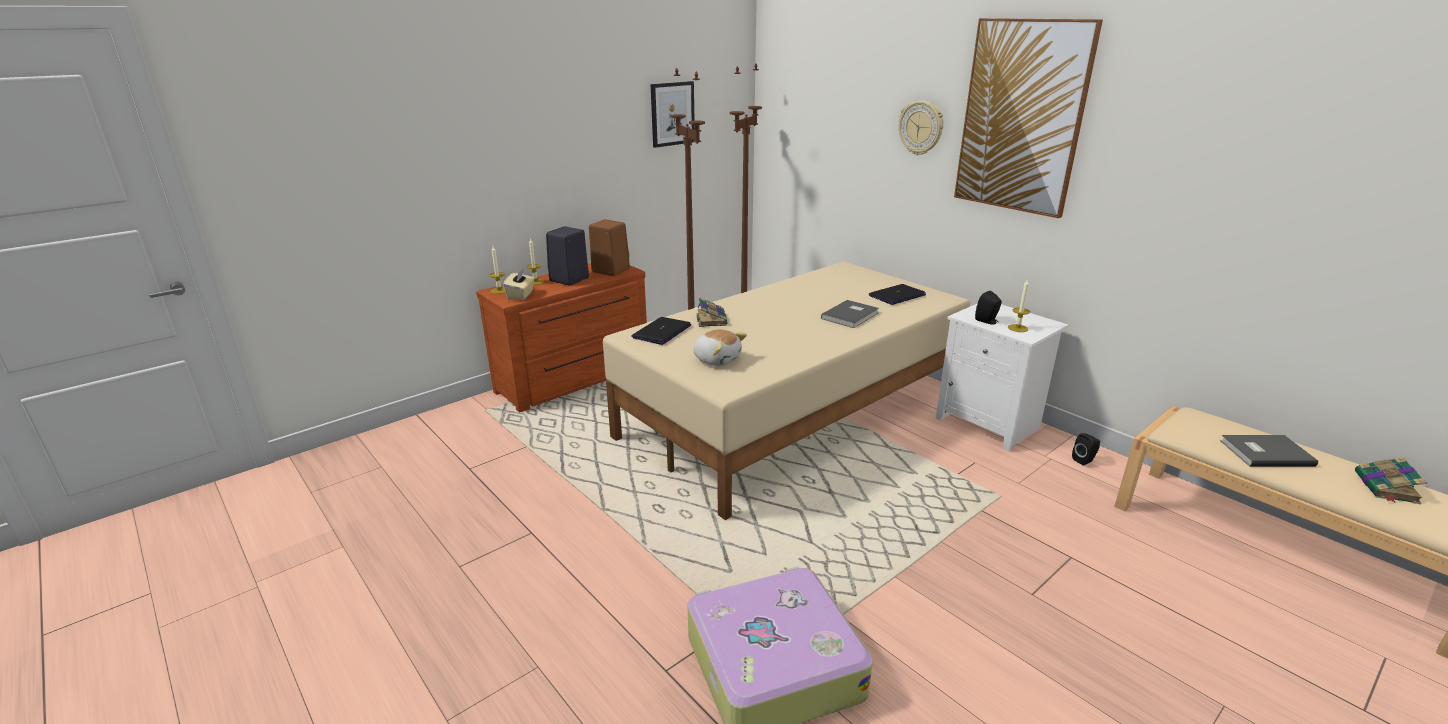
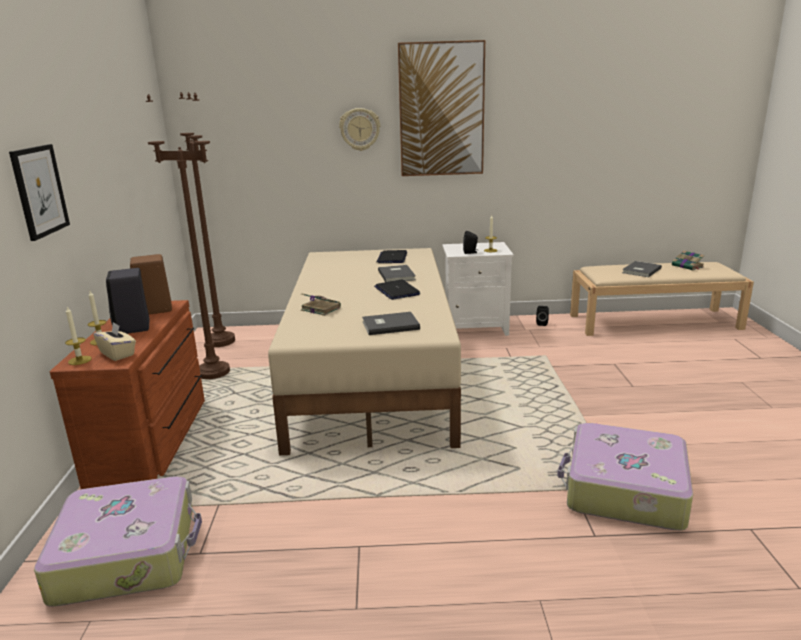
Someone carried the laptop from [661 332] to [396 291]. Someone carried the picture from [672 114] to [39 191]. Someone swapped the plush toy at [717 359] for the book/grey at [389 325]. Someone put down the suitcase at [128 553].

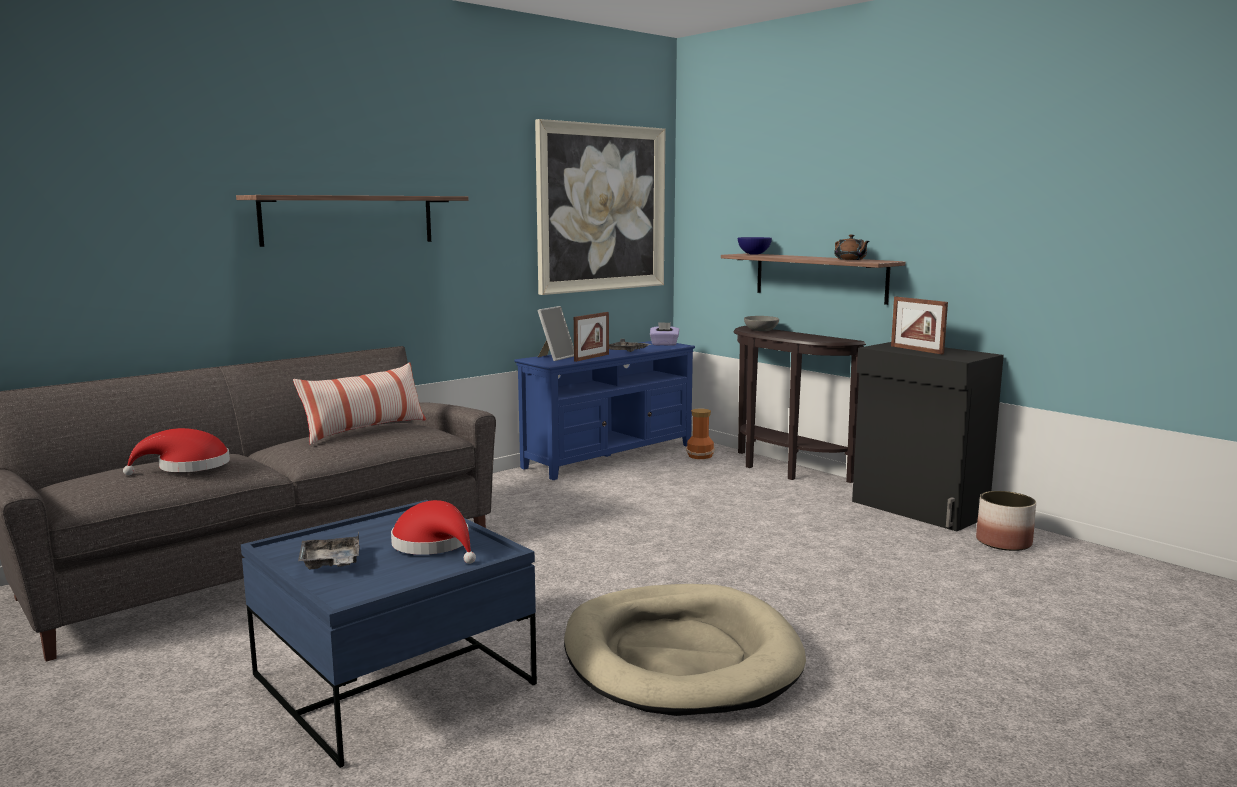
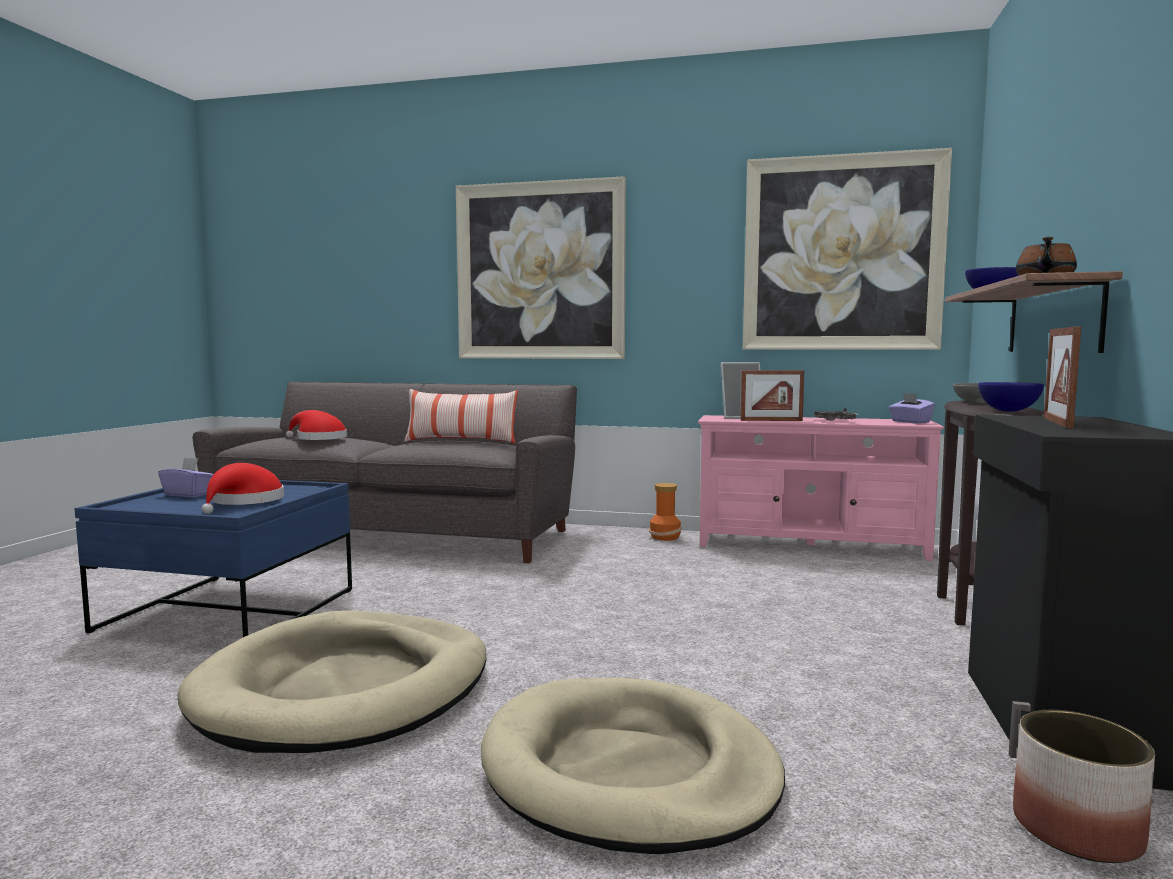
Someone swapped the shelf at [349 220] for the picture at [540 271]. Someone swapped the tray/grey at [331 563] for the tissue box/purple at [189 494]. Someone repainted the tv stand/blue at [609 457], which became the tv stand/pink at [810 546]. Someone carried the vase from [700 456] to [665 537]. Someone put down the dog bed/beige at [628 771]. Someone put down the bowl/blue at [1008 411].

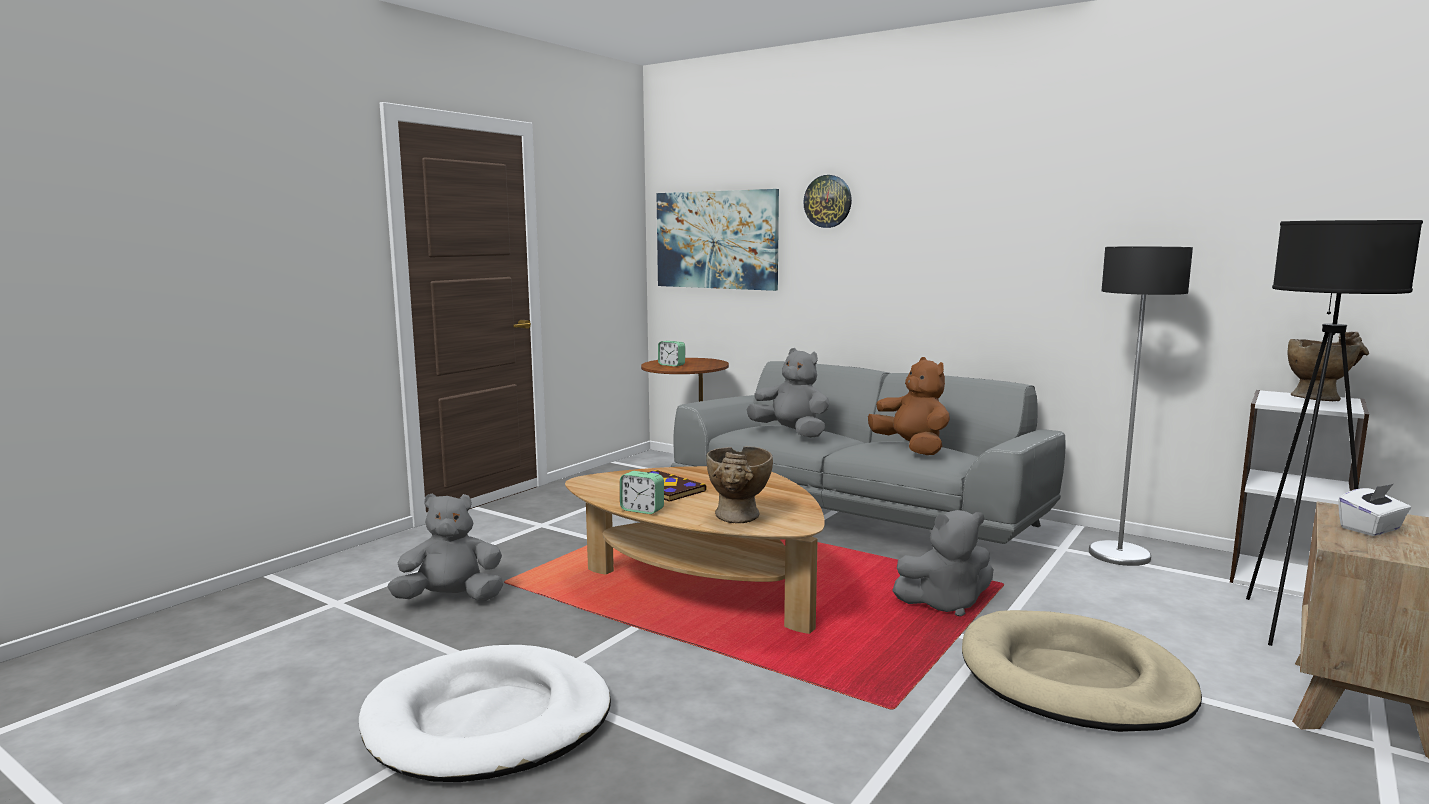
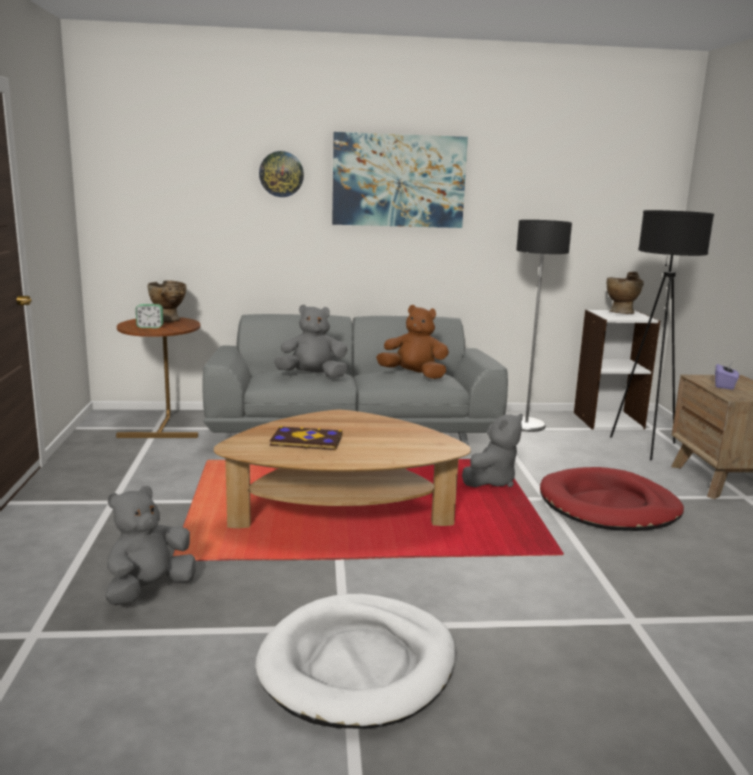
Someone took away the alarm clock at [642 510]. Someone carried the picture from [716 240] to [398 181]. Someone carried the vase/beige from [738 518] to [169 320]. Someone repainted the dog bed/beige at [1073 679], which became the dog bed/red at [609 506]. Someone repainted the tissue box/white at [1371 529], which became the tissue box/purple at [724 385].

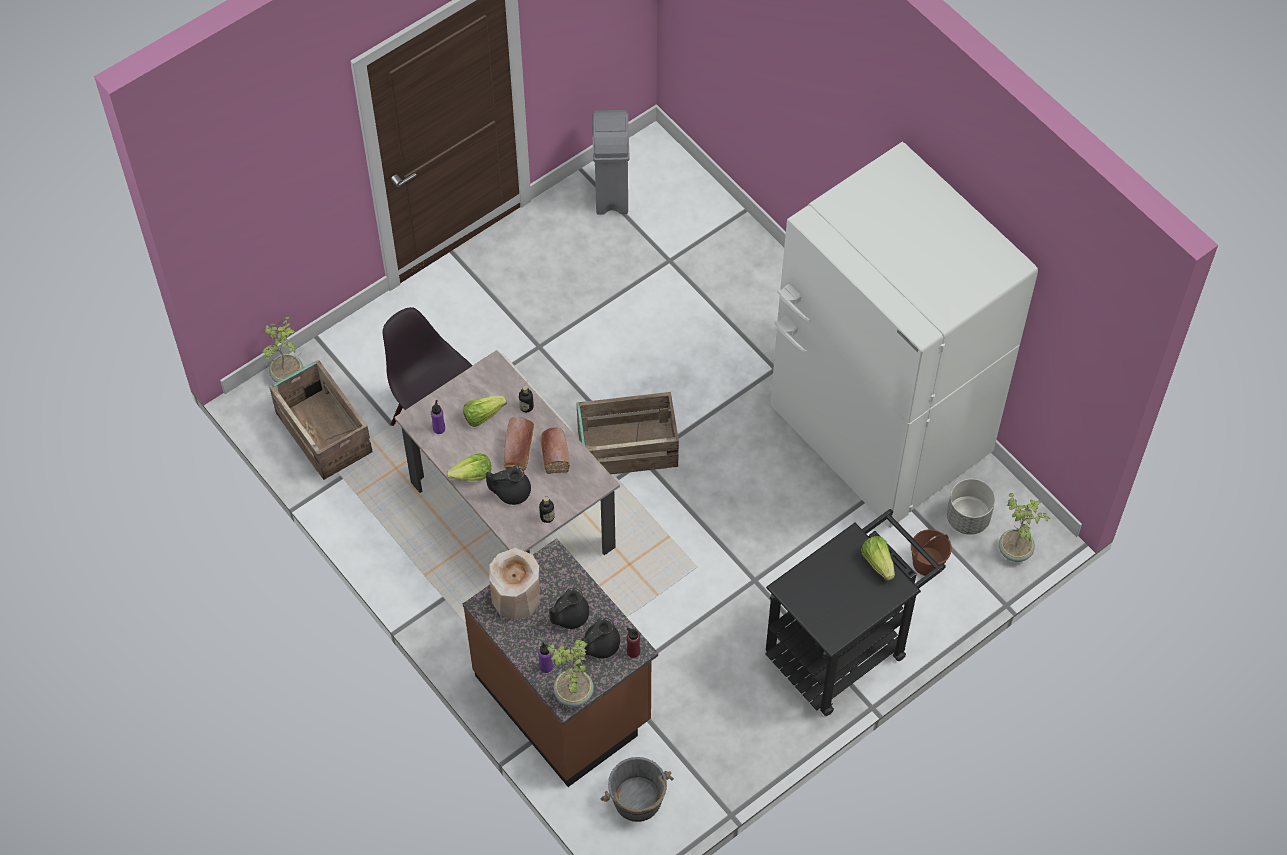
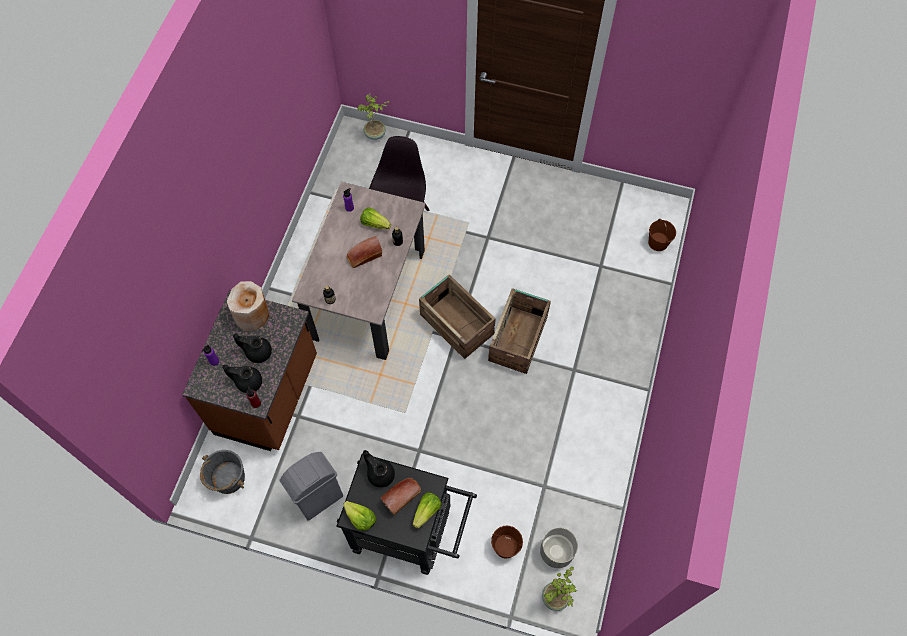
Someone carried the crate from [323 431] to [518 338]. Someone carried the lettuce from [472 475] to [360 518]. Someone carried the teapot/black from [511 492] to [380 474]. Someone carried the bread from [554 453] to [402 496]. Someone took away the potted plant at [572 693]. Someone carried the trash can/grey from [611 194] to [318 498]. Someone took away the fridge/white at [879 434]. Someone put down the bucket/brown at [658 243].

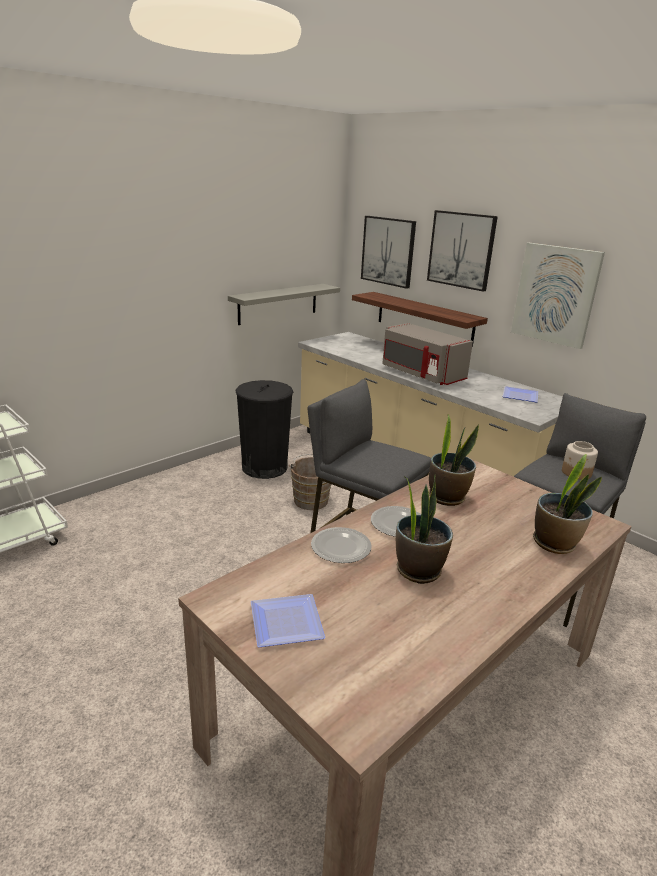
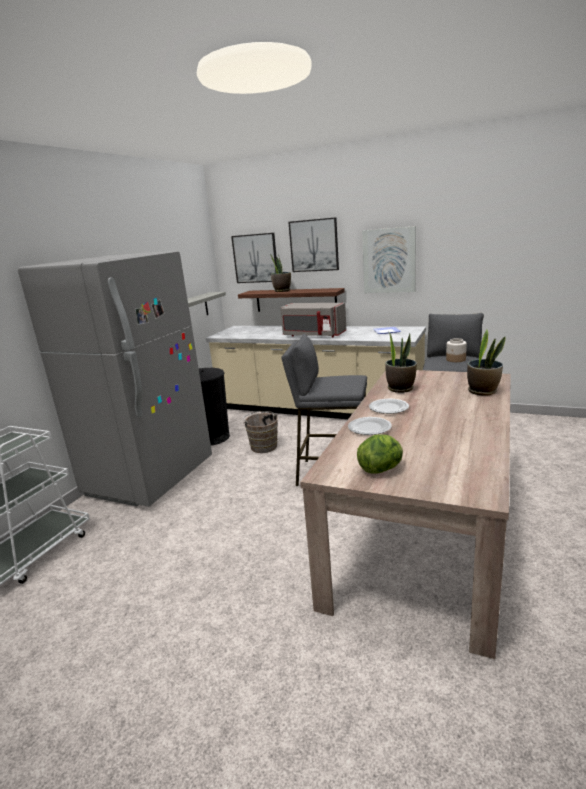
Someone swapped the plate at [283 621] for the lettuce at [381 469]. Someone carried the potted plant from [418 570] to [282 291]. Someone put down the fridge/grey at [150 477].

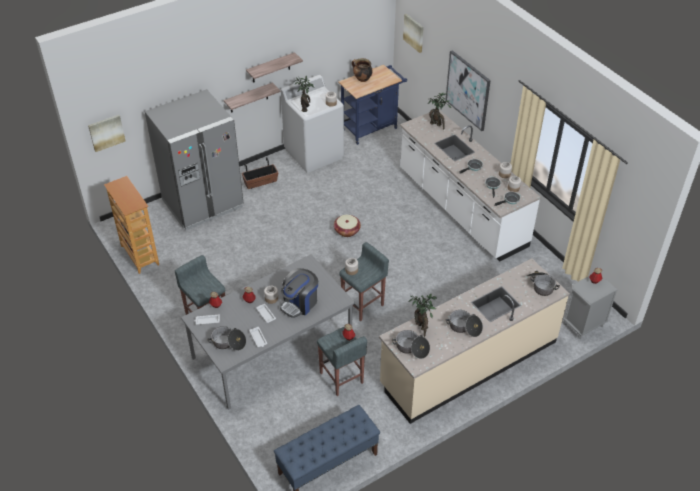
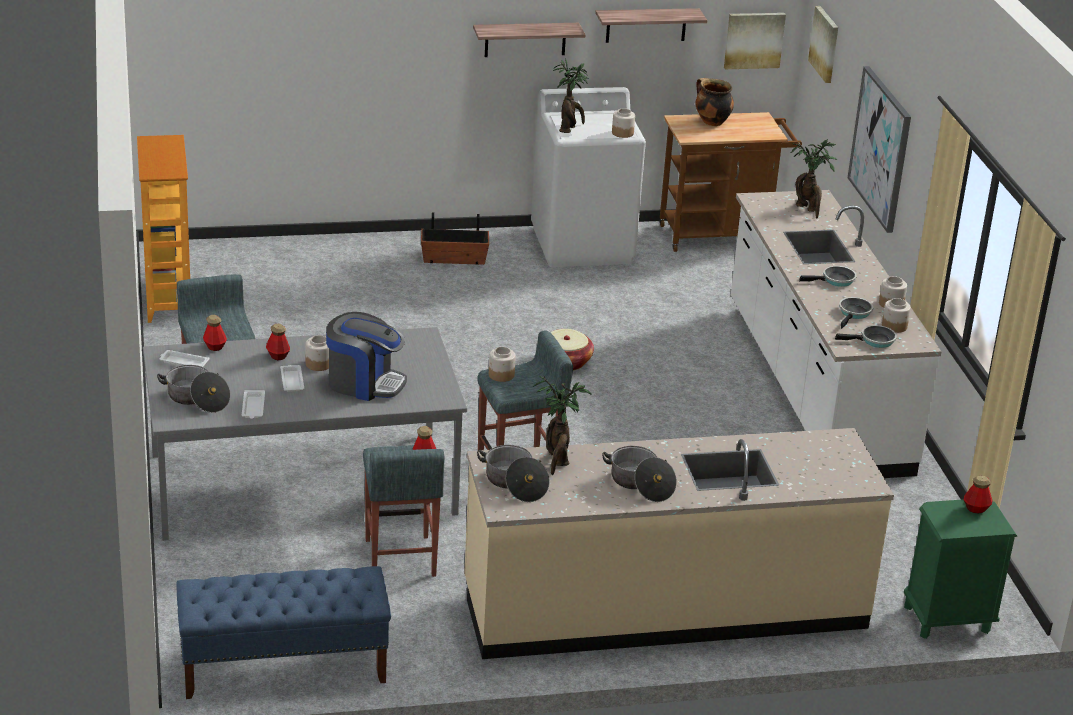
Someone carried the picture from [106 132] to [753 40]. Someone took away the fridge/grey at [203 204]. Someone carried the shelf from [248 98] to [646 25]. Someone rotated the coffee machine at [299 303] by 135 degrees counterclockwise. Someone repainted the cart/blue at [372 127], which became the cart/brown at [721 236]. Someone took away the cooking pot at [540 286]. Someone repainted the nightstand/grey at [583 325], which became the nightstand/green at [947 620].

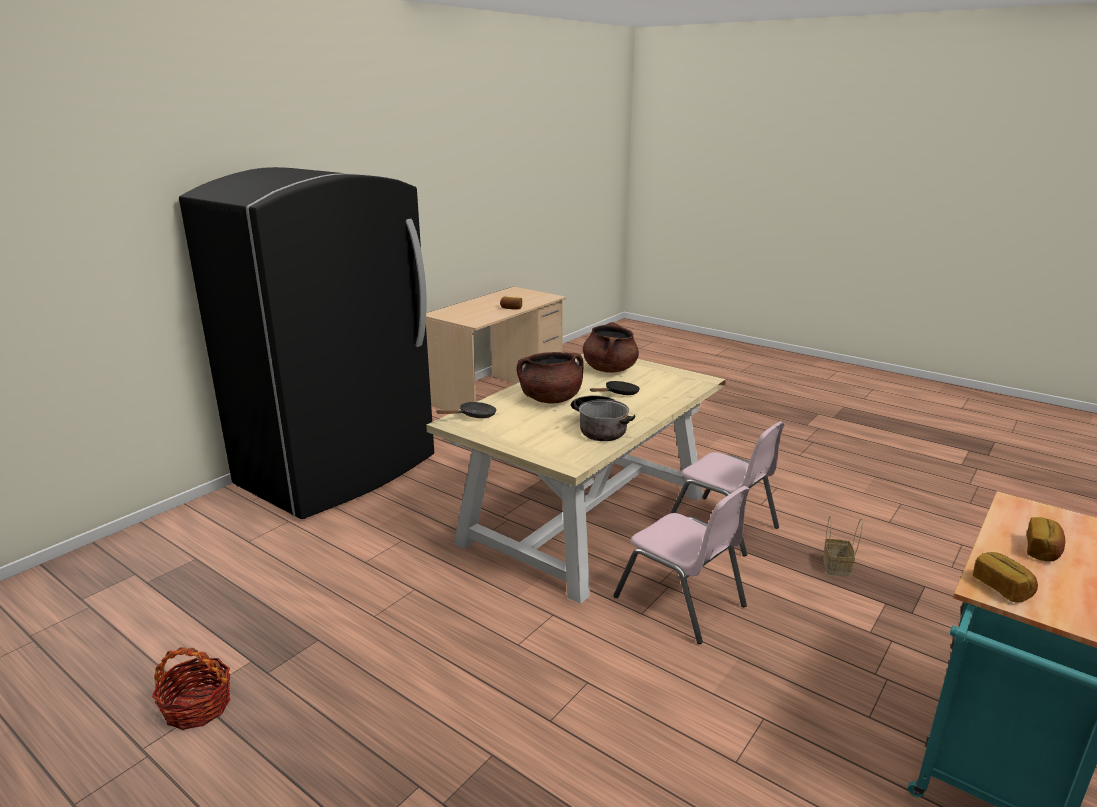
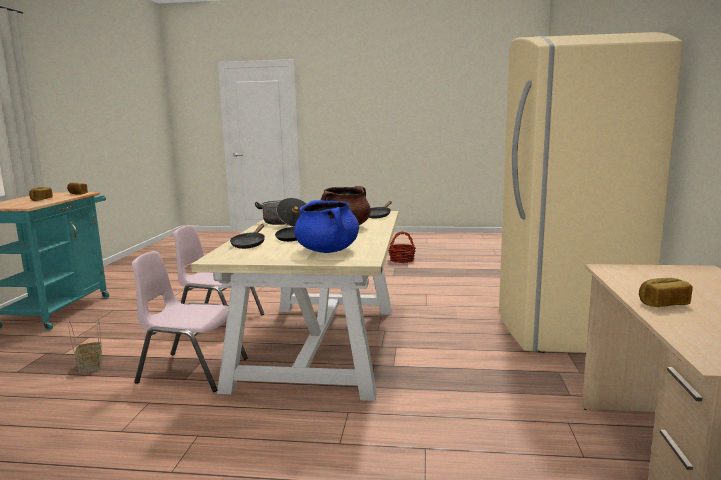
Someone repainted the fridge/black at [340 471], which became the fridge/beige at [561 323]. Someone repainted the cooking pot/brown at [609 369], which became the cooking pot/blue at [327 251]. Someone put down the frying pan/black at [249 244].

